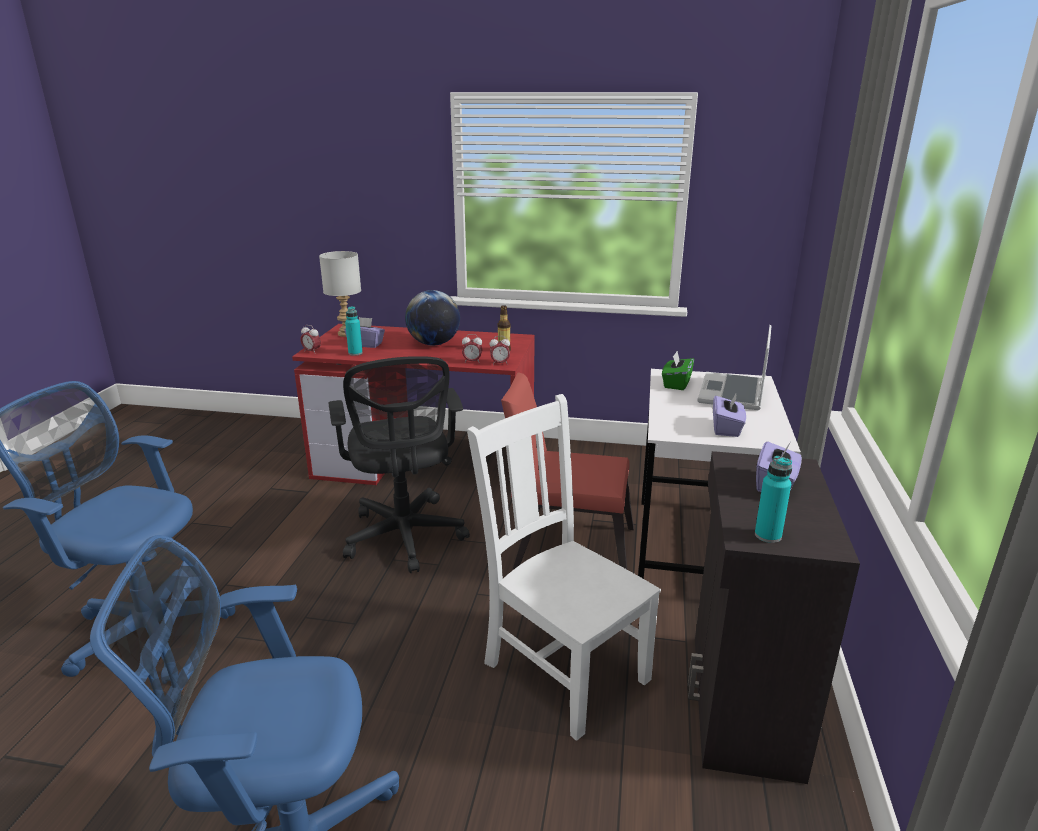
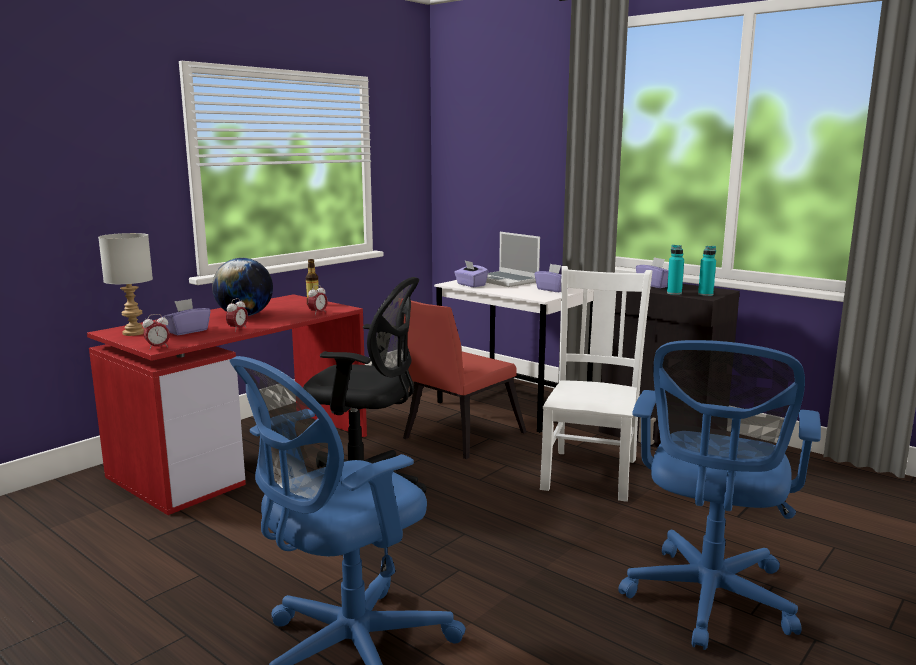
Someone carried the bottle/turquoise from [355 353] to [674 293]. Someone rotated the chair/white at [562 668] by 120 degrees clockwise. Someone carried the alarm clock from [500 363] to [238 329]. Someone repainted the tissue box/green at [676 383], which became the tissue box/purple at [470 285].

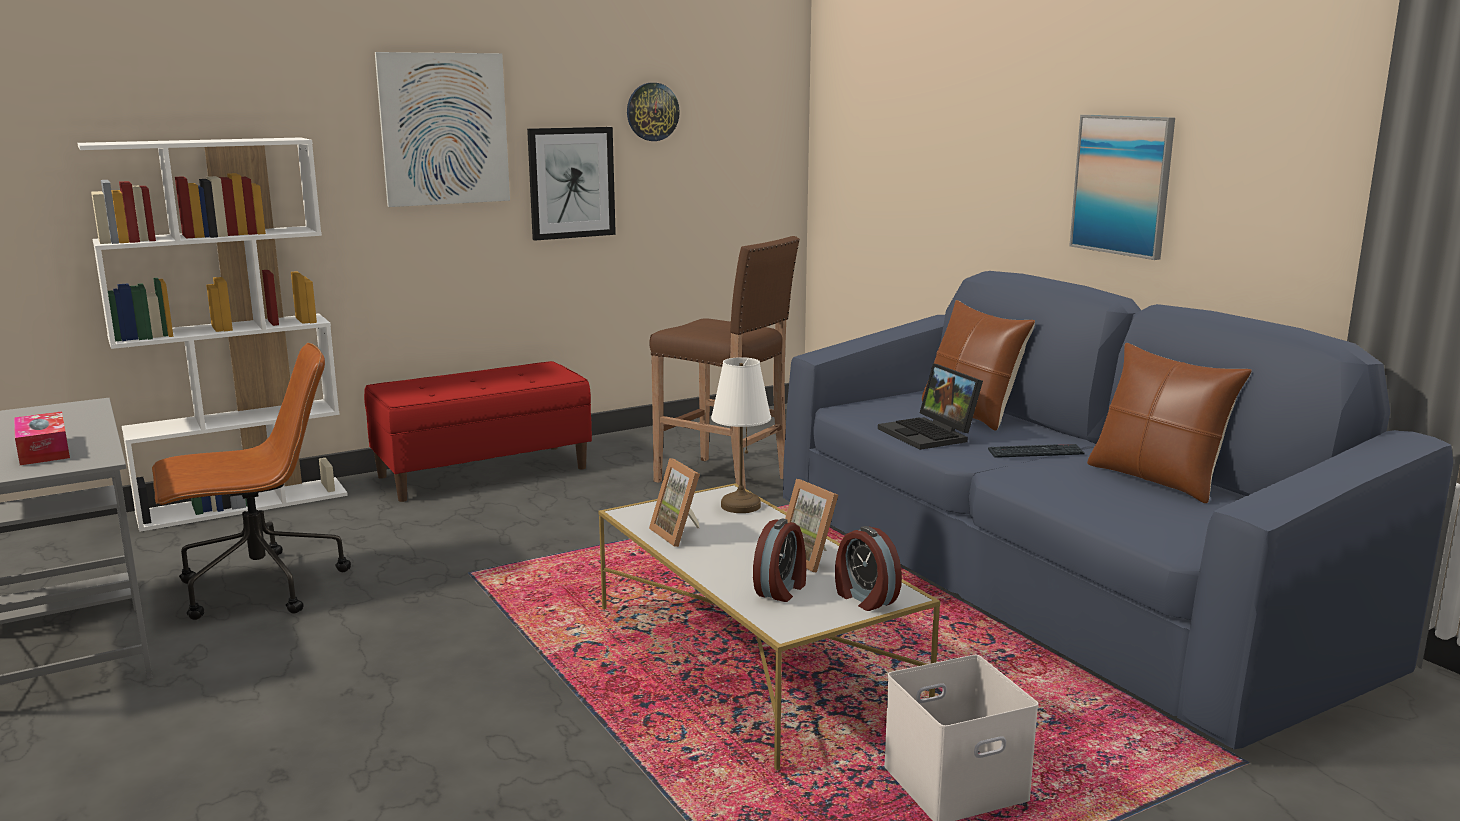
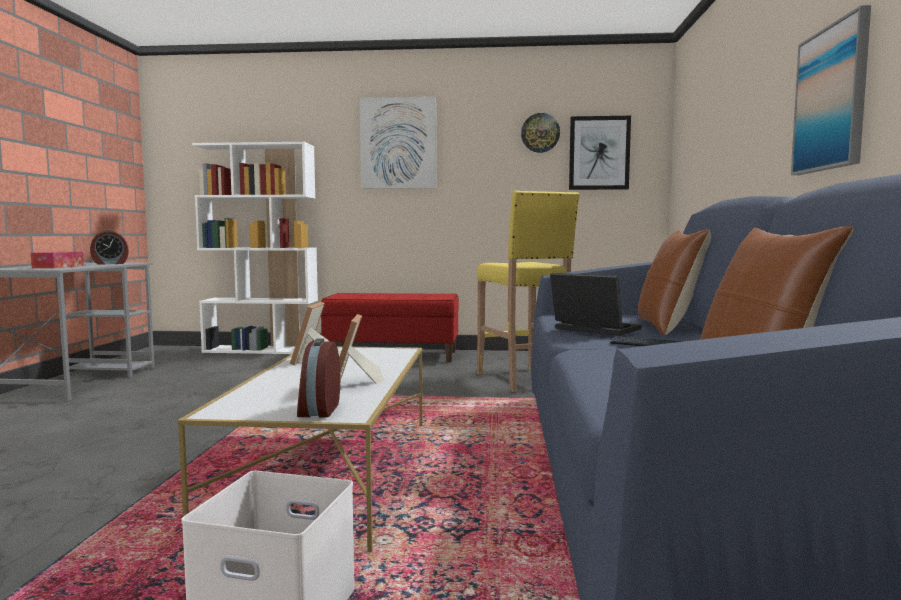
Someone took away the office chair/brown at [258 588]. Someone carried the picture from [571 183] to [599 153]. Someone repainted the stool/brown at [724 480], which became the stool/yellow at [523 380]. Someone took away the table lamp/white at [740 506]. Someone carried the alarm clock from [782 589] to [110 263]. Someone rotated the laptop at [930 434] by 120 degrees clockwise.

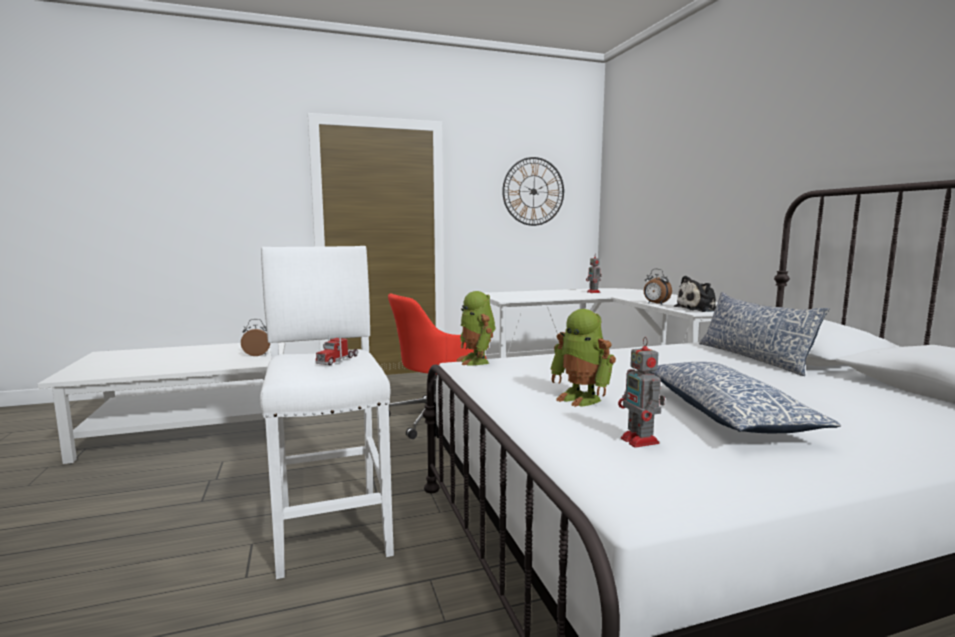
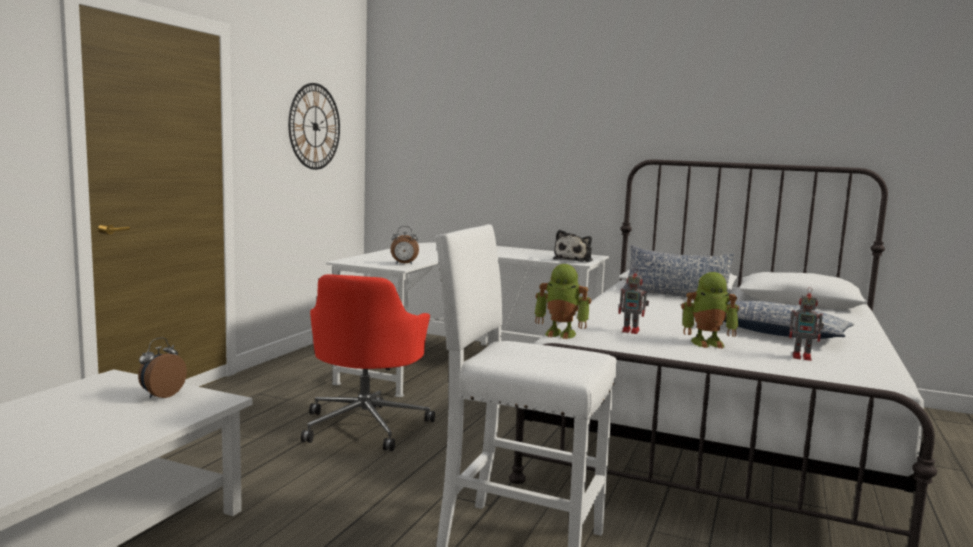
Someone took away the toy truck at [337 360]. Someone carried the toy robot from [594 292] to [631 331]. Someone carried the alarm clock from [655 304] to [404 264].

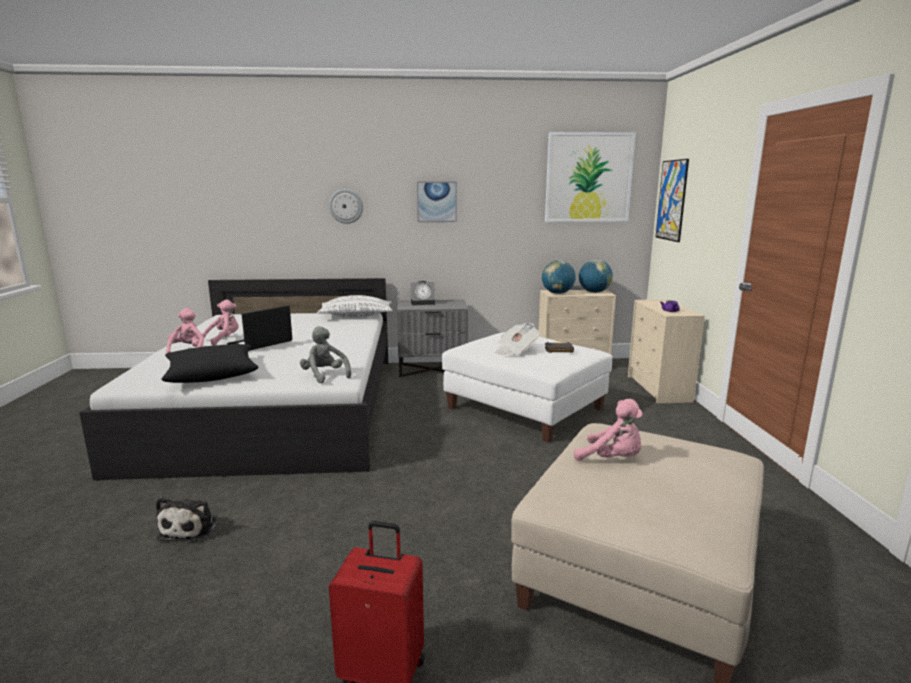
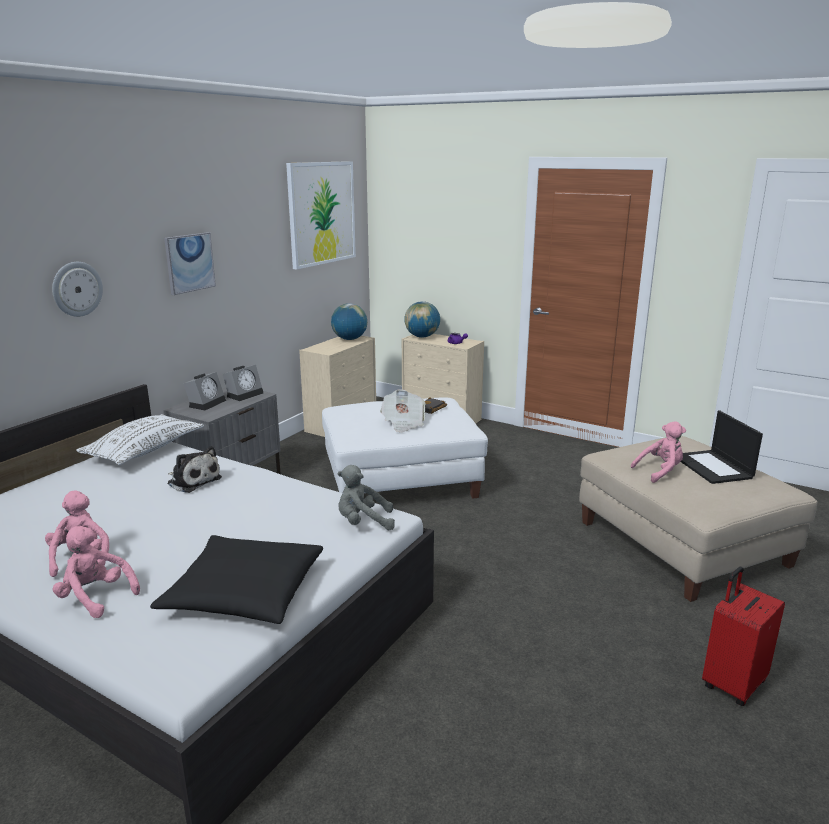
Someone carried the plush toy from [190 528] to [193 480]. Someone carried the laptop from [260 343] to [713 467]. Someone carried the globe from [557 293] to [422 336]. Someone took away the picture at [671 200]. Someone put down the alarm clock at [245 394].

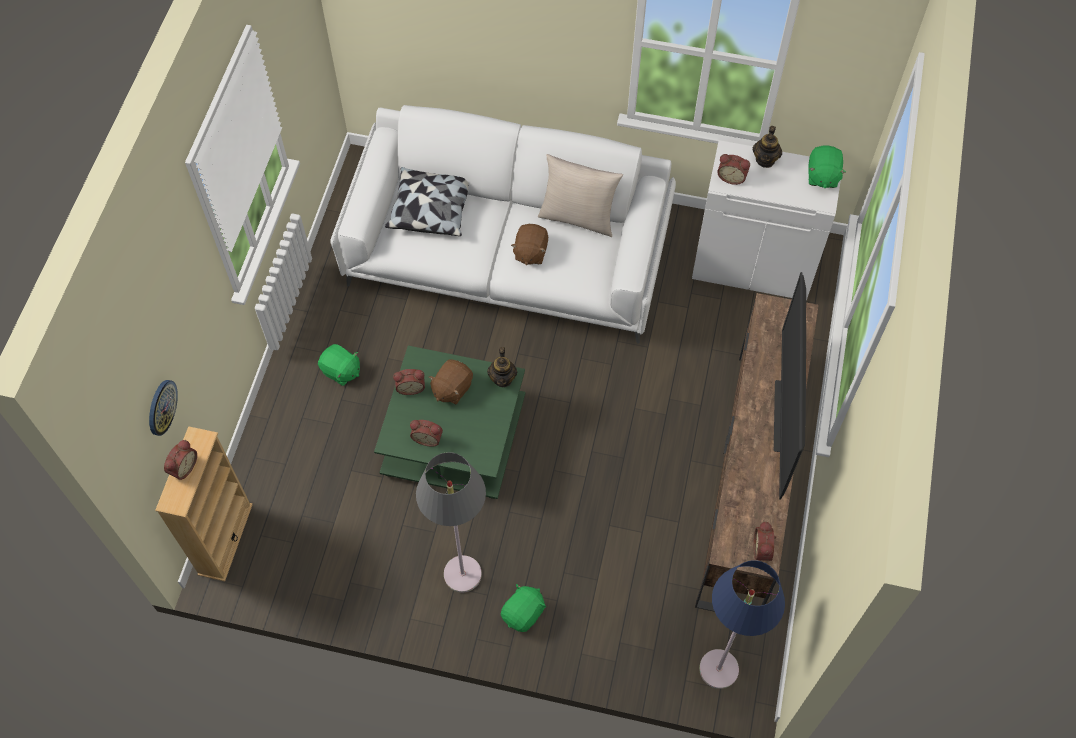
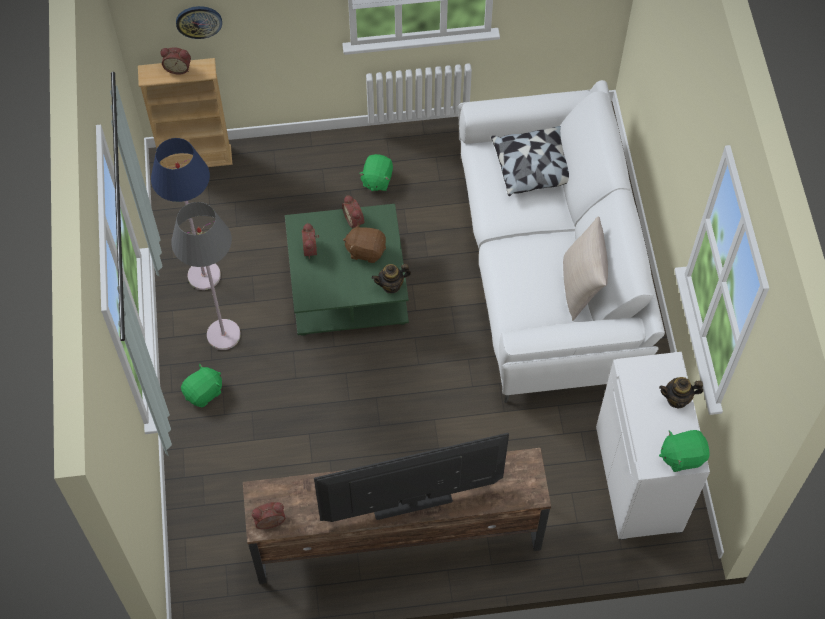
Someone rotated the plush toy/green at [523 613] by 60 degrees counterclockwise. Someone took away the plush toy/brown at [530 252]. Someone carried the floor lamp/blue from [718 669] to [204 275]. Someone took away the alarm clock at [732 177].

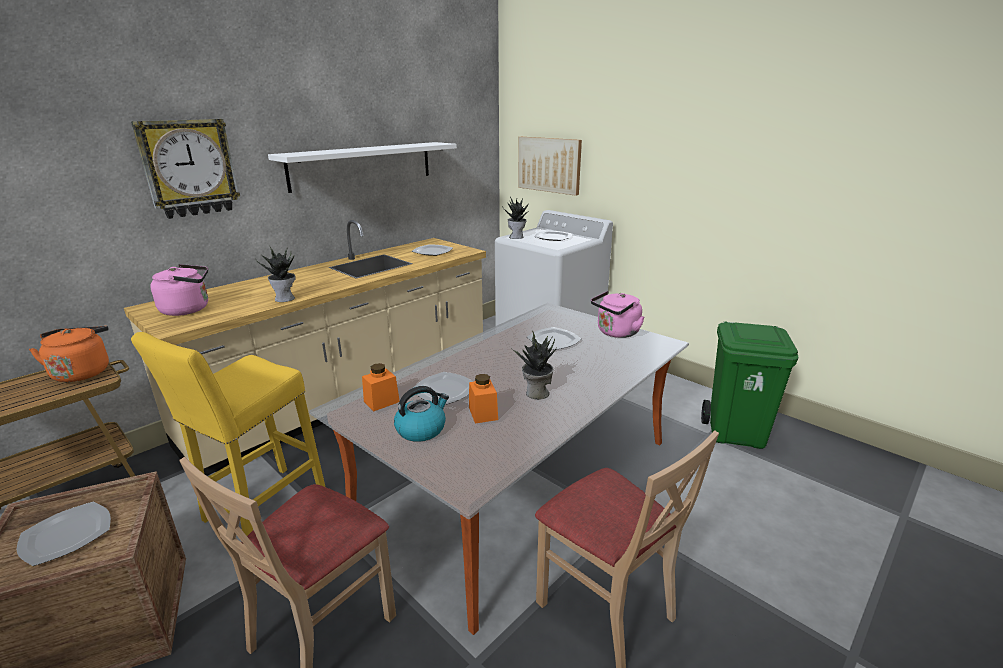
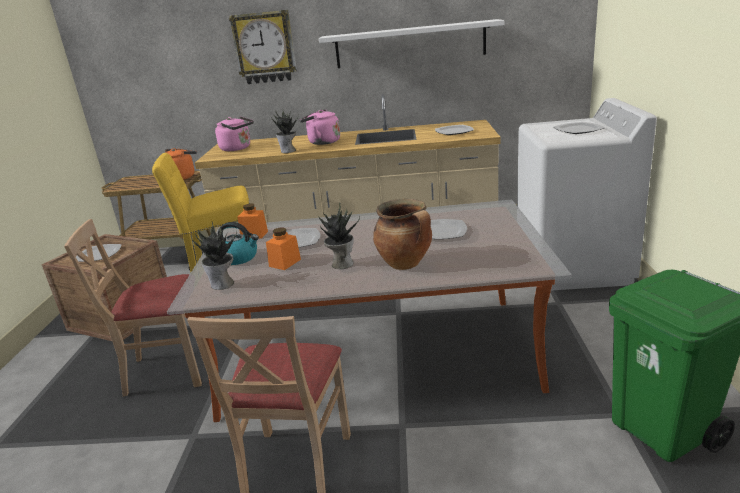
Someone carried the potted plant from [517 237] to [223 284]. Someone took away the picture at [549 165]. Someone carried the kettle/pink from [616 333] to [322 142]. Someone put down the cooking pot at [406 264].

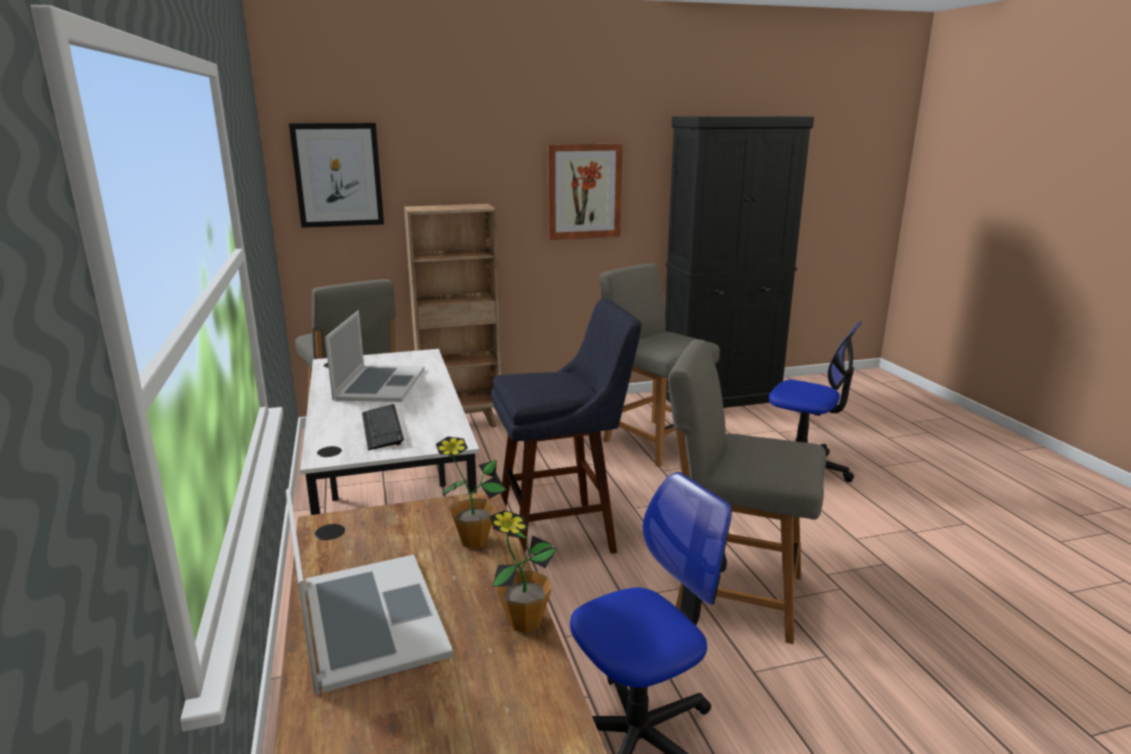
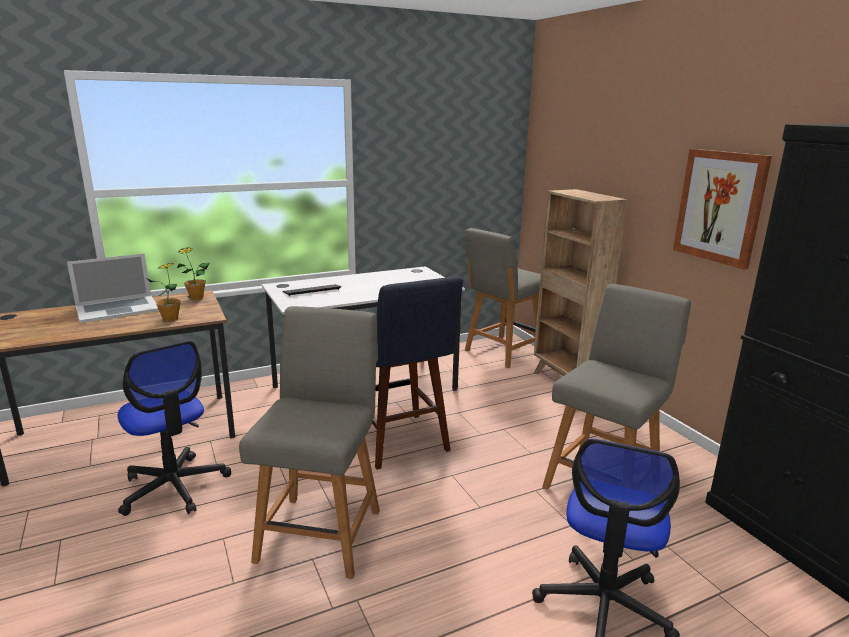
Someone took away the picture at [338 175]. Someone took away the laptop at [379 384]. Someone carried the potted plant from [524 622] to [196 298].

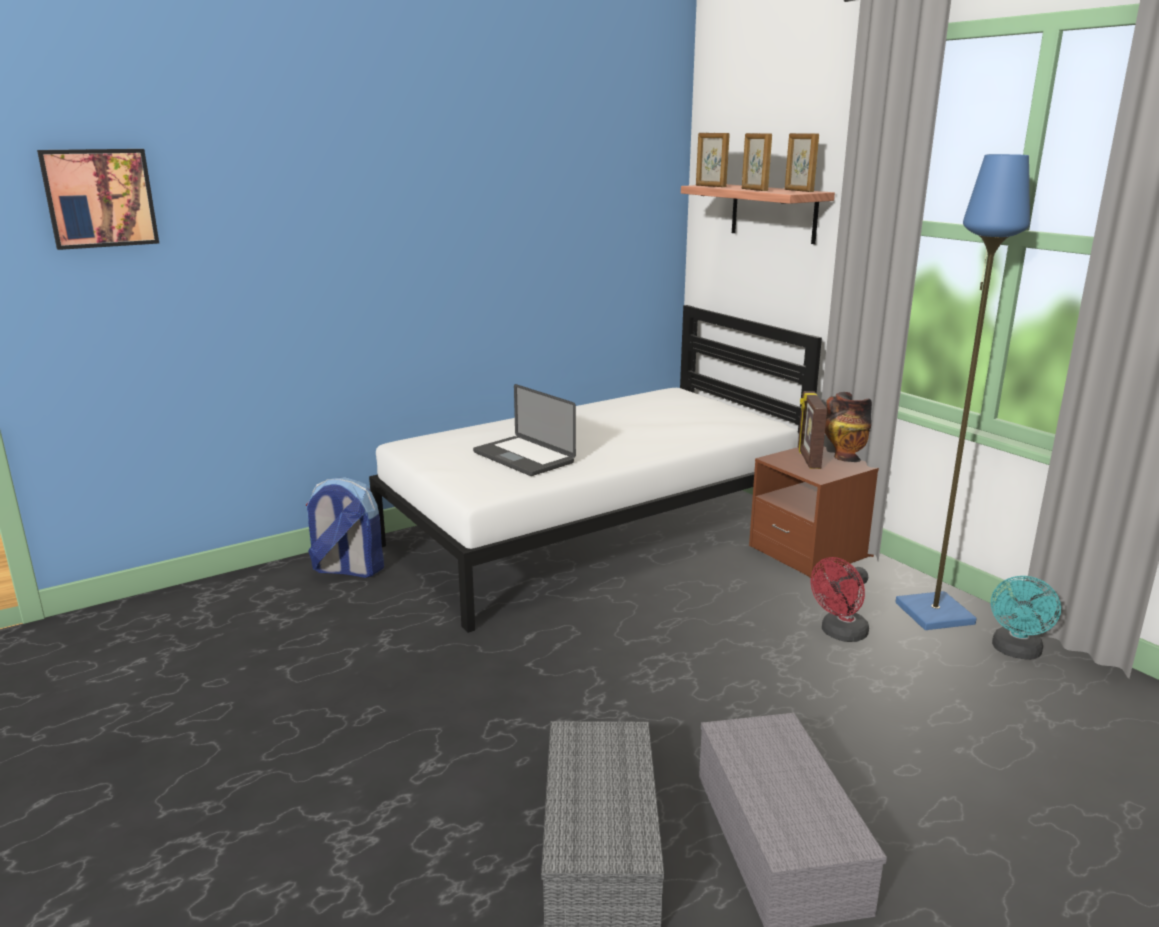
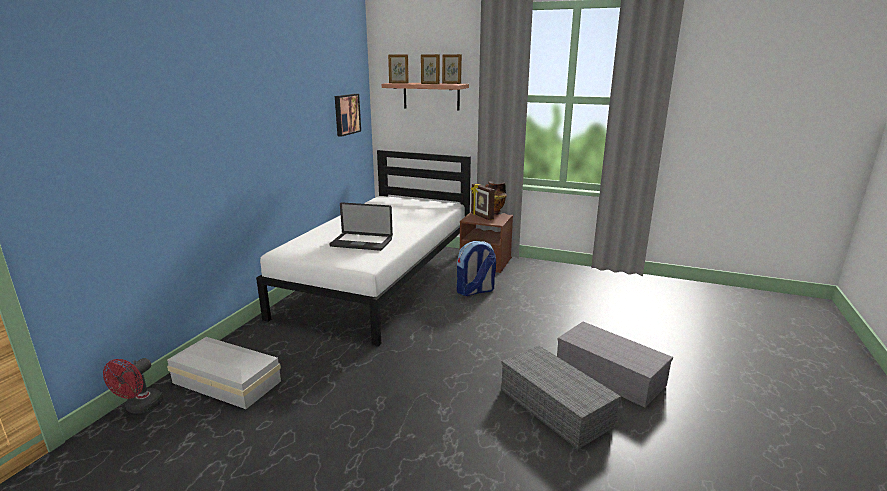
Someone carried the picture from [99 198] to [346 114]. Someone carried the backpack from [347 569] to [475 291]. Someone carried the fan/red from [839 634] to [140 408]. Someone took away the floor lamp/blue at [932 613]. Someone took away the fan/turquoise at [1016 652]. Someone put down the storage box/white at [226 381].

